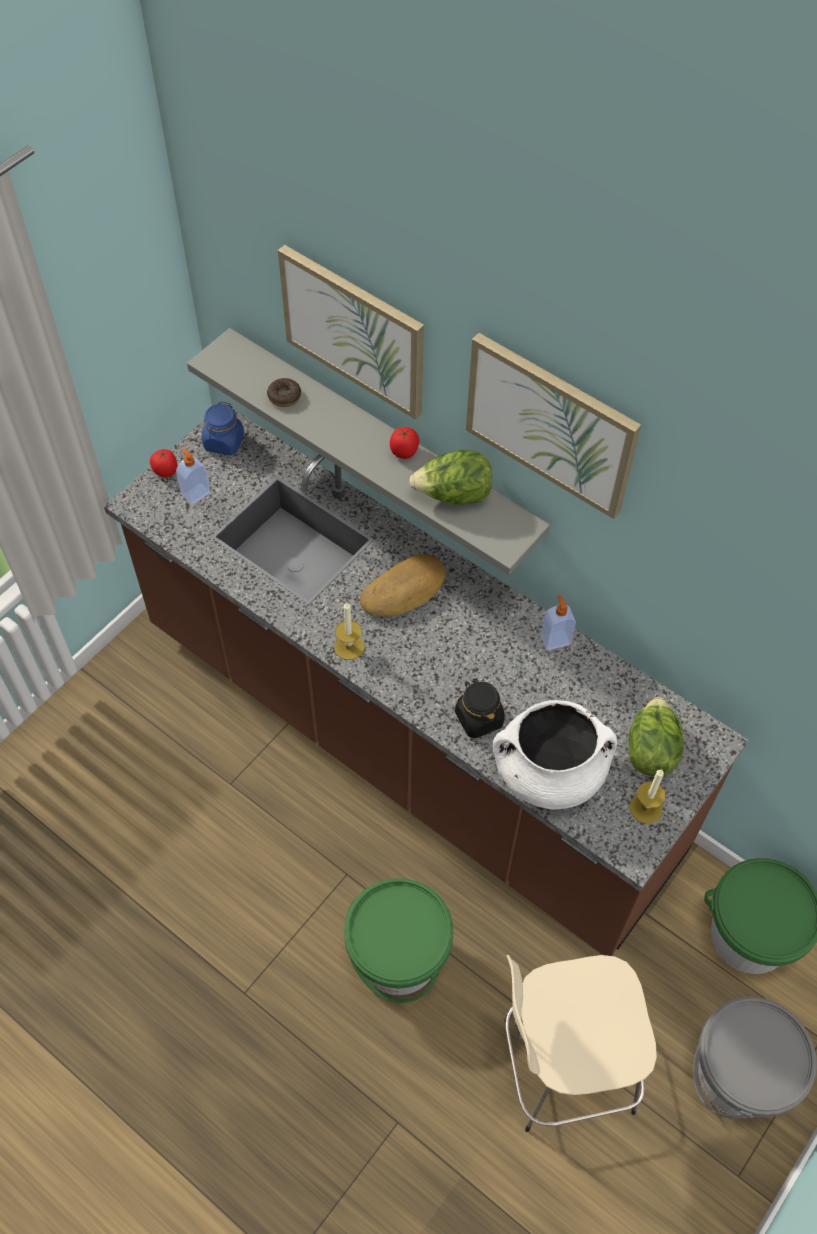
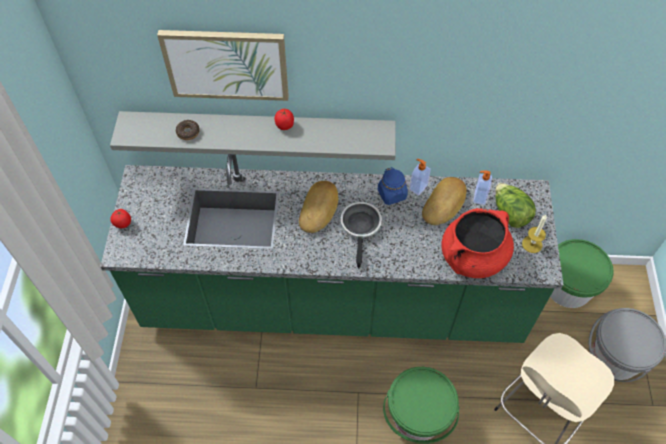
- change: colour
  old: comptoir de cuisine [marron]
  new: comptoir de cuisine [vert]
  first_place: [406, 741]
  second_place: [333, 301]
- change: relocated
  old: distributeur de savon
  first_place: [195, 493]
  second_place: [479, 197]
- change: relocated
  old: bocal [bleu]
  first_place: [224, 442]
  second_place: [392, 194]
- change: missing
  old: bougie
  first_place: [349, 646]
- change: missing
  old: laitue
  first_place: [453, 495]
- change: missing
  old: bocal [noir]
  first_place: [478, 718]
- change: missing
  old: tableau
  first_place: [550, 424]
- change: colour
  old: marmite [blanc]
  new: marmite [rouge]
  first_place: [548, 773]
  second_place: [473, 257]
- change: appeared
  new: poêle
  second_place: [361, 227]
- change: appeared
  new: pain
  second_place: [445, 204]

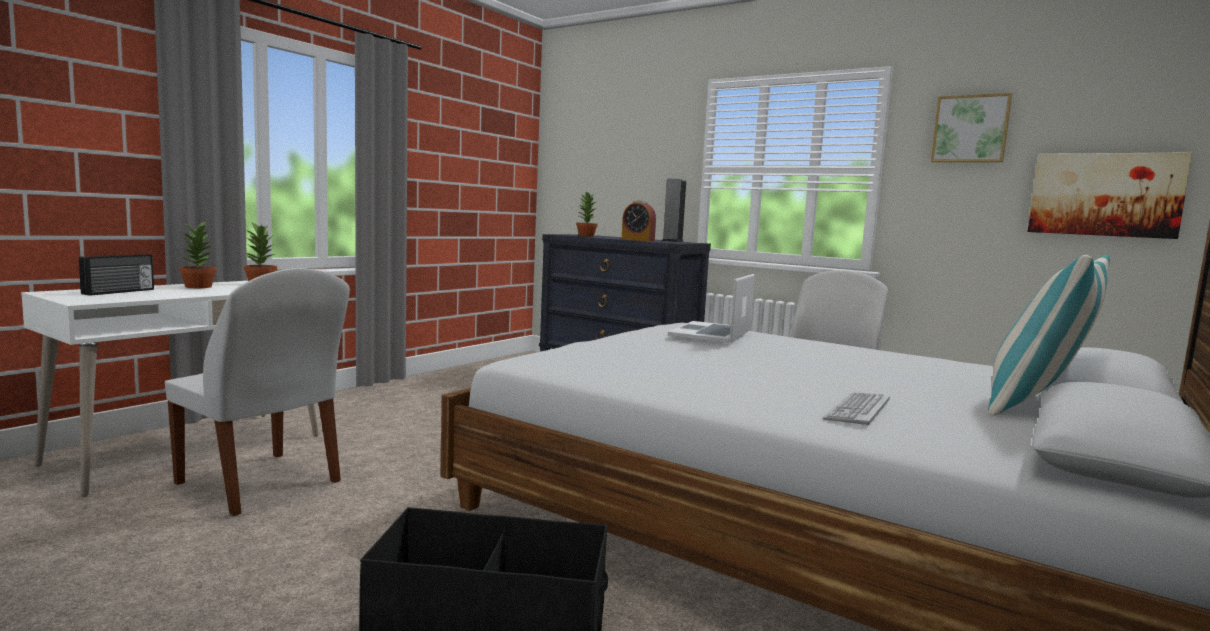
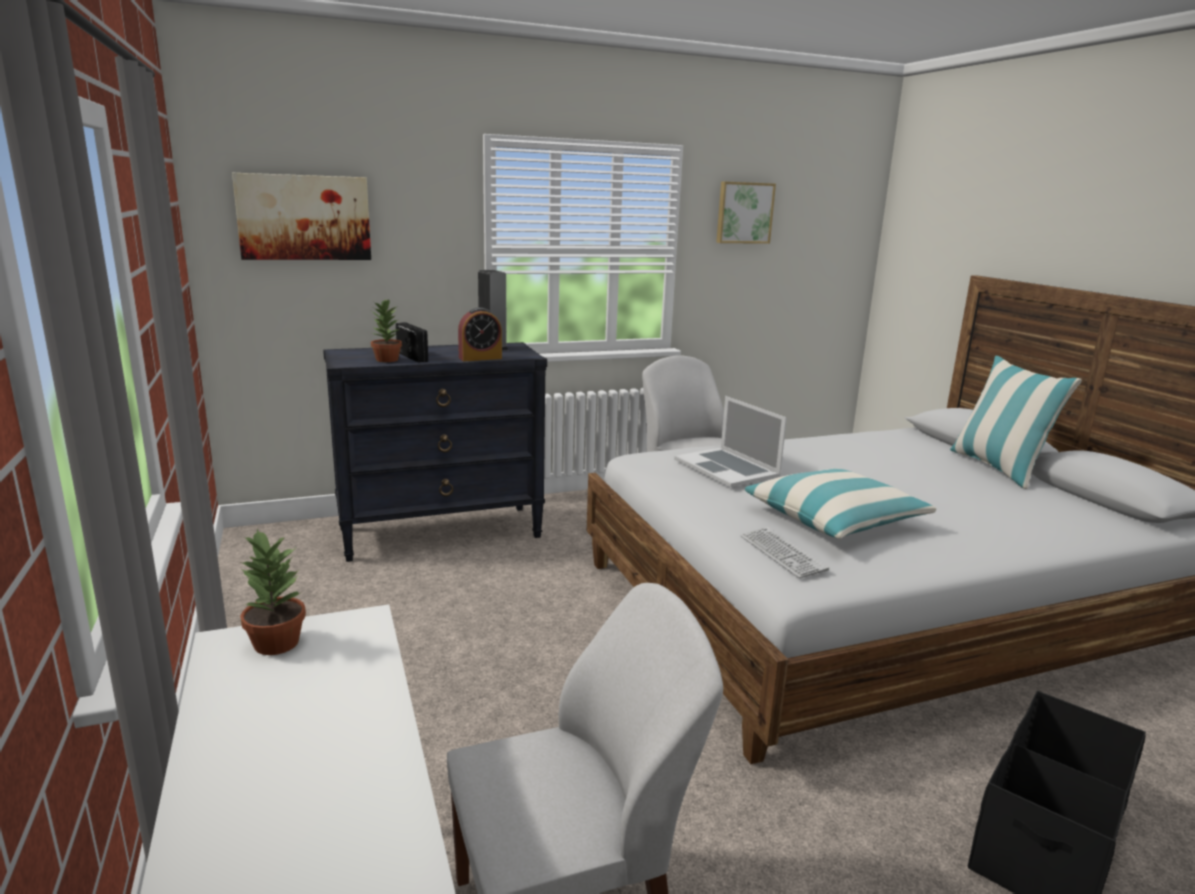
- change: relocated
  old: radio
  first_place: [119, 292]
  second_place: [413, 356]
- change: missing
  old: plante en pot
  first_place: [199, 287]
- change: relocated
  old: clavier
  first_place: [857, 410]
  second_place: [782, 553]
- change: relocated
  old: tableau
  first_place: [1104, 194]
  second_place: [304, 217]
- change: appeared
  new: coussin
  second_place: [834, 520]

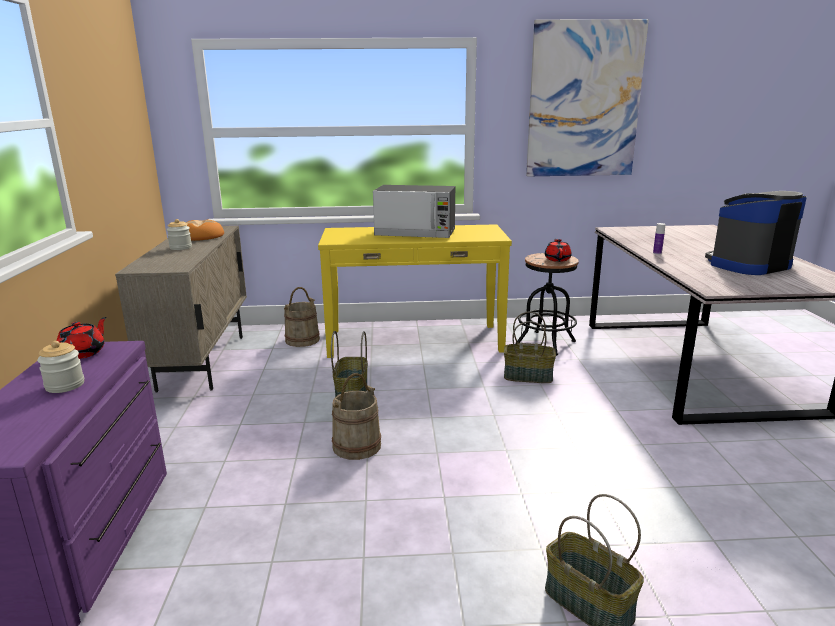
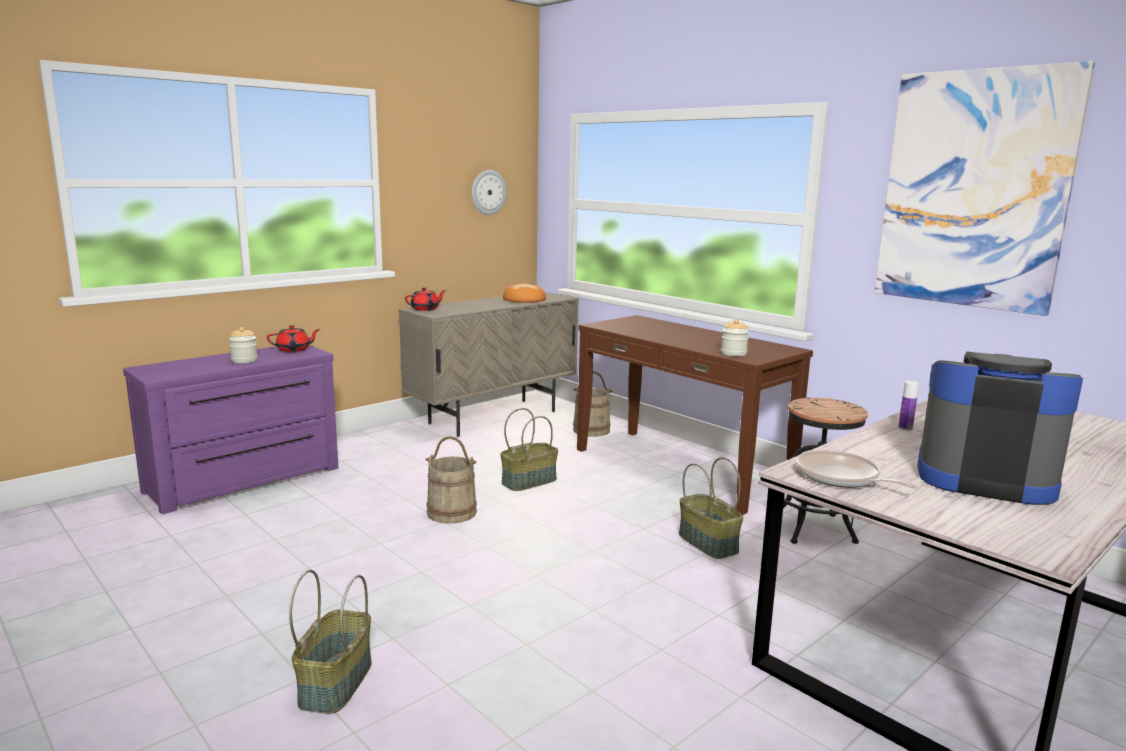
- change: relocated
  old: bocal
  first_place: [181, 247]
  second_place: [733, 353]
- change: colour
  old: table console [jaune]
  new: table console [marron]
  first_place: [414, 340]
  second_place: [681, 468]
- change: missing
  old: micro-ondes
  first_place: [416, 233]
- change: relocated
  old: théière [rouge]
  first_place: [557, 259]
  second_place: [425, 309]
- change: appeared
  new: horloge murale
  second_place: [488, 192]
- change: appeared
  new: poêle
  second_place: [841, 477]

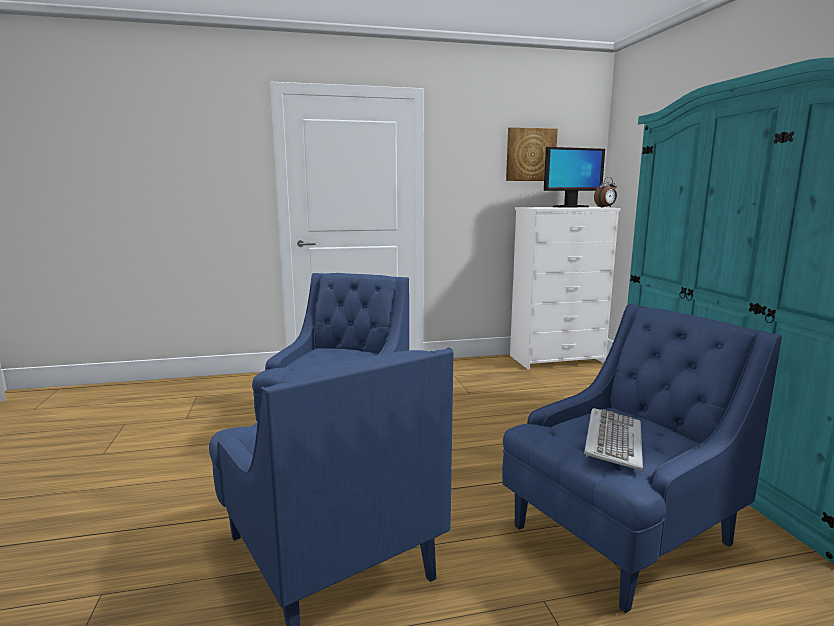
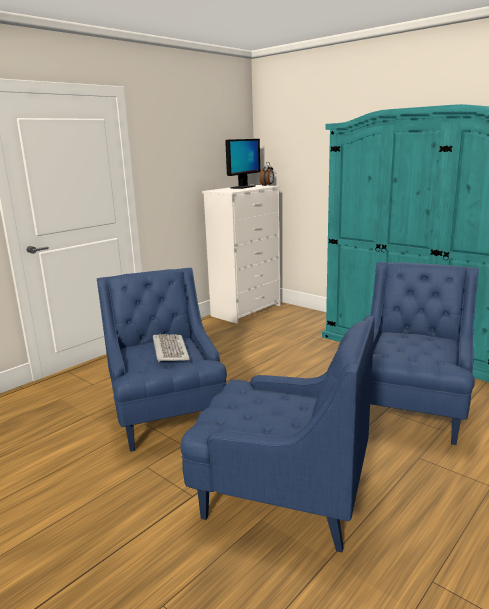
- change: missing
  old: tableau
  first_place: [530, 155]
- change: relocated
  old: clavier
  first_place: [612, 441]
  second_place: [169, 350]

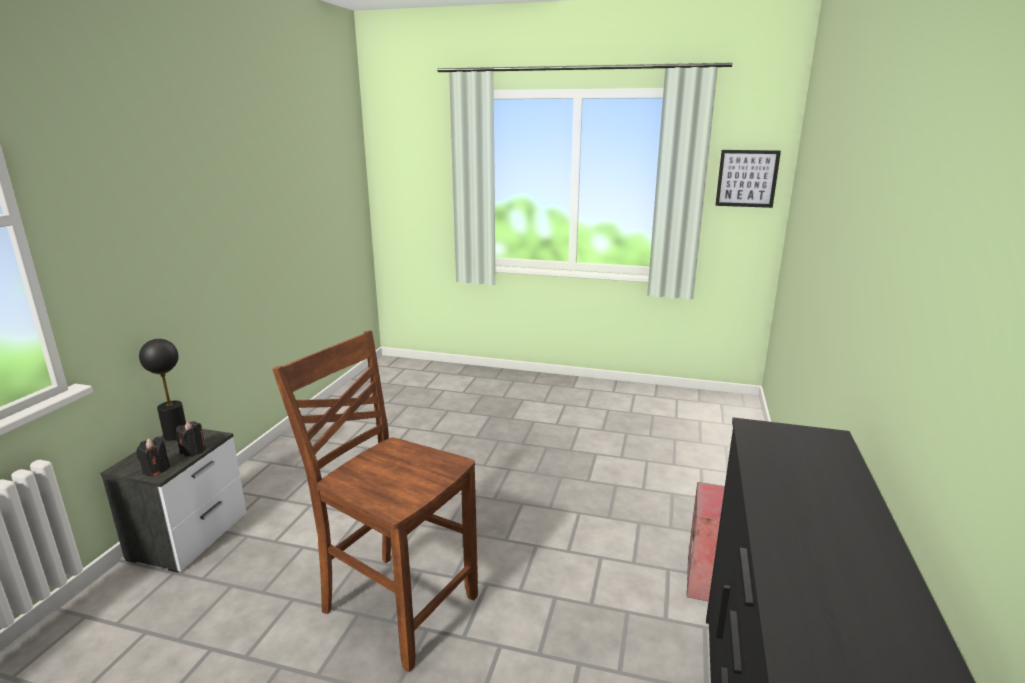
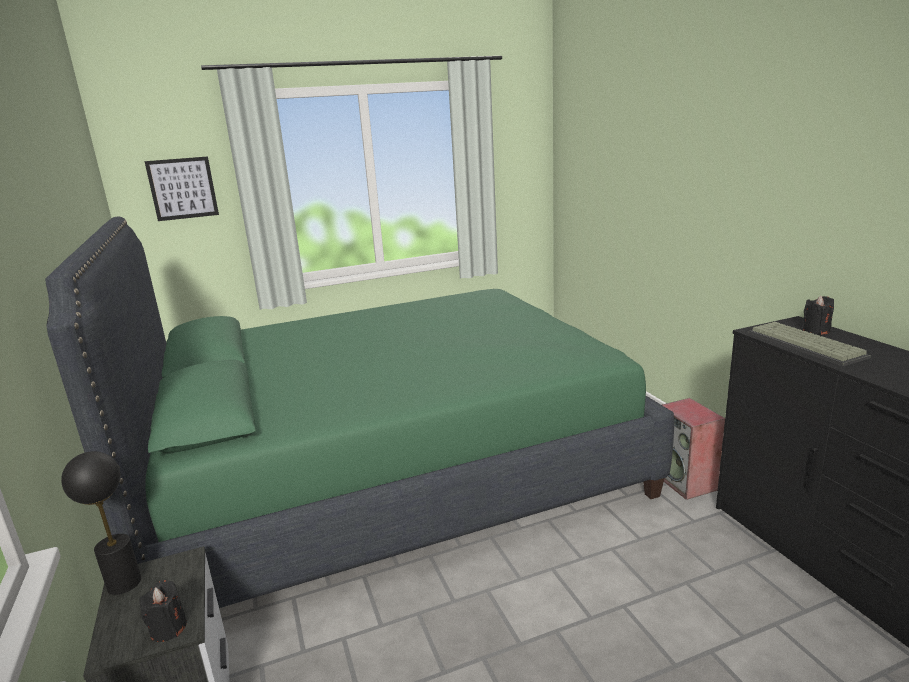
- change: relocated
  old: bougie [noir]
  first_place: [193, 451]
  second_place: [816, 330]
- change: missing
  old: chaise [marron]
  first_place: [397, 604]
- change: relocated
  old: tableau
  first_place: [747, 178]
  second_place: [182, 188]
- change: appeared
  new: lit [vert]
  second_place: [390, 472]
- change: appeared
  new: clavier
  second_place: [807, 345]

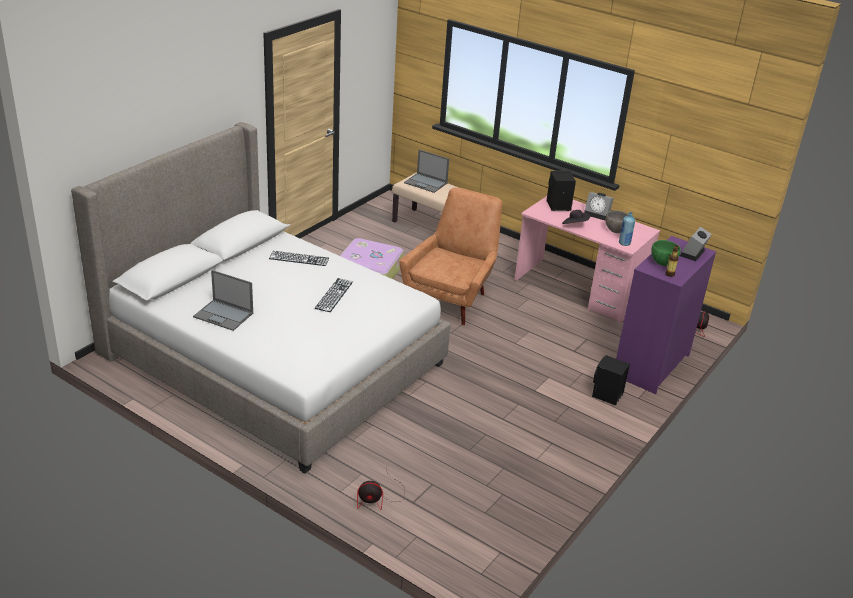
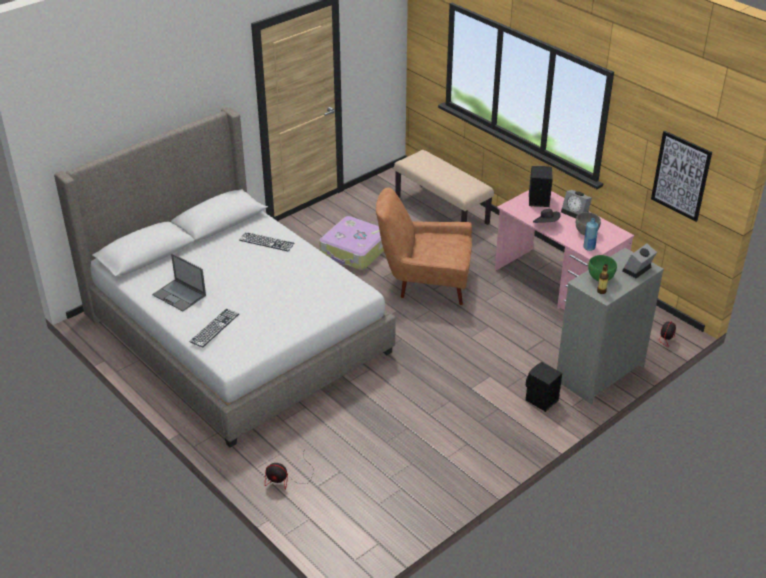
- change: relocated
  old: clavier
  first_place: [334, 295]
  second_place: [214, 328]
- change: spun
  old: fauteuil [marron]
  first_place: [452, 297]
  second_place: [425, 283]
  degrees: -120
- change: missing
  old: ordinateur portable
  first_place: [426, 183]
- change: colour
  old: commode [violet]
  new: commode [gris]
  first_place: [650, 365]
  second_place: [599, 373]
- change: appeared
  new: tableau
  second_place: [681, 176]

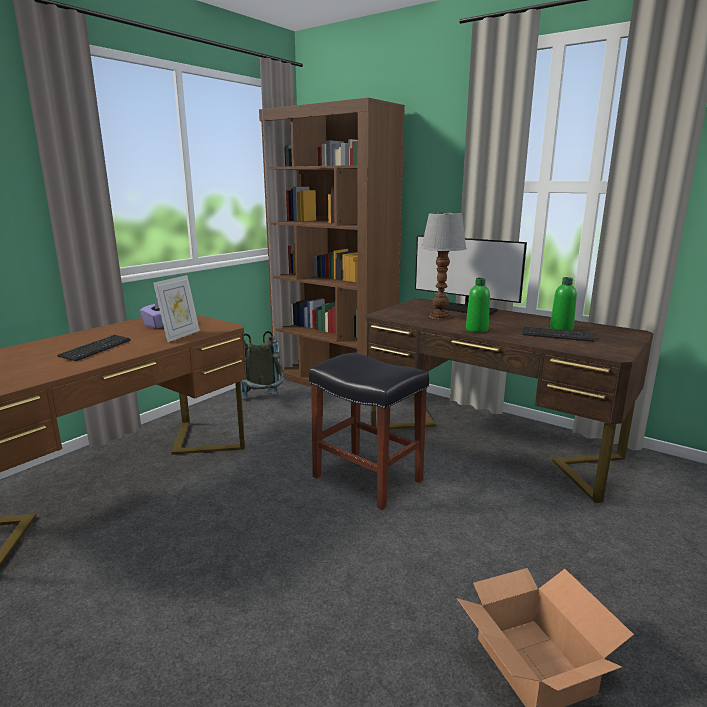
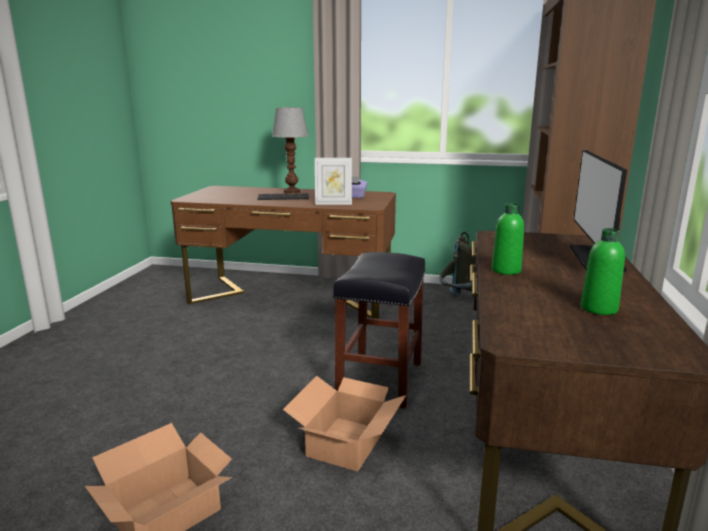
- change: relocated
  old: lampe de table
  first_place: [440, 316]
  second_place: [292, 192]
- change: missing
  old: clavier
  first_place: [557, 335]
- change: appeared
  new: carton
  second_place: [347, 442]

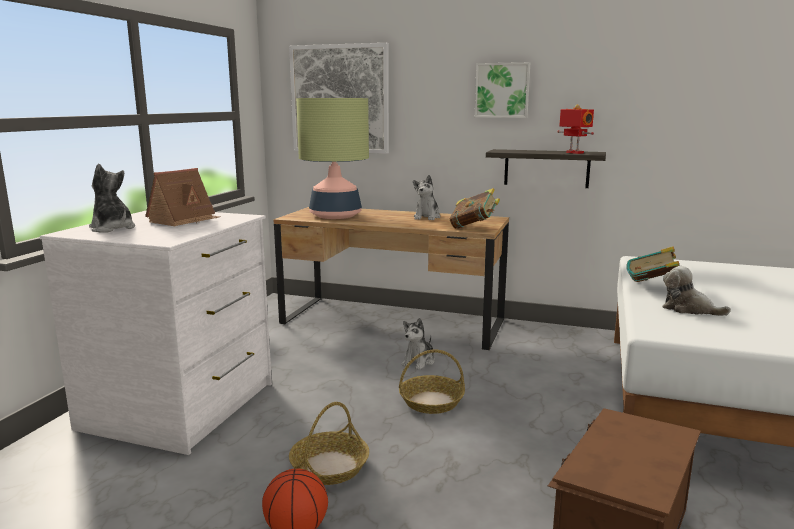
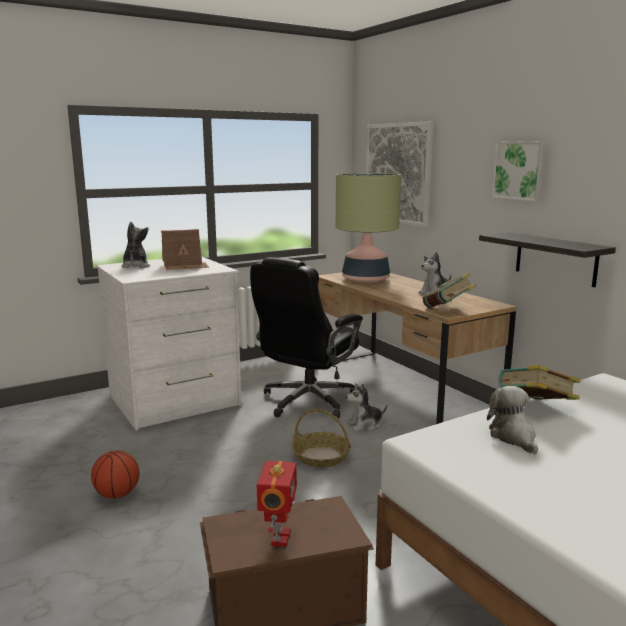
- change: missing
  old: panier
  first_place: [329, 466]
- change: relocated
  old: robot jouet
  first_place: [574, 153]
  second_place: [278, 538]
- change: appeared
  new: chaise de bureau [noir]
  second_place: [307, 401]

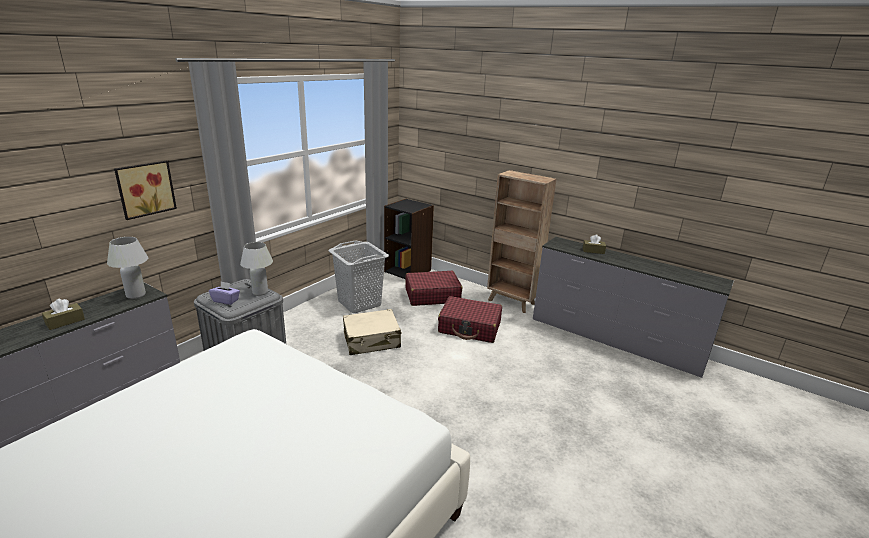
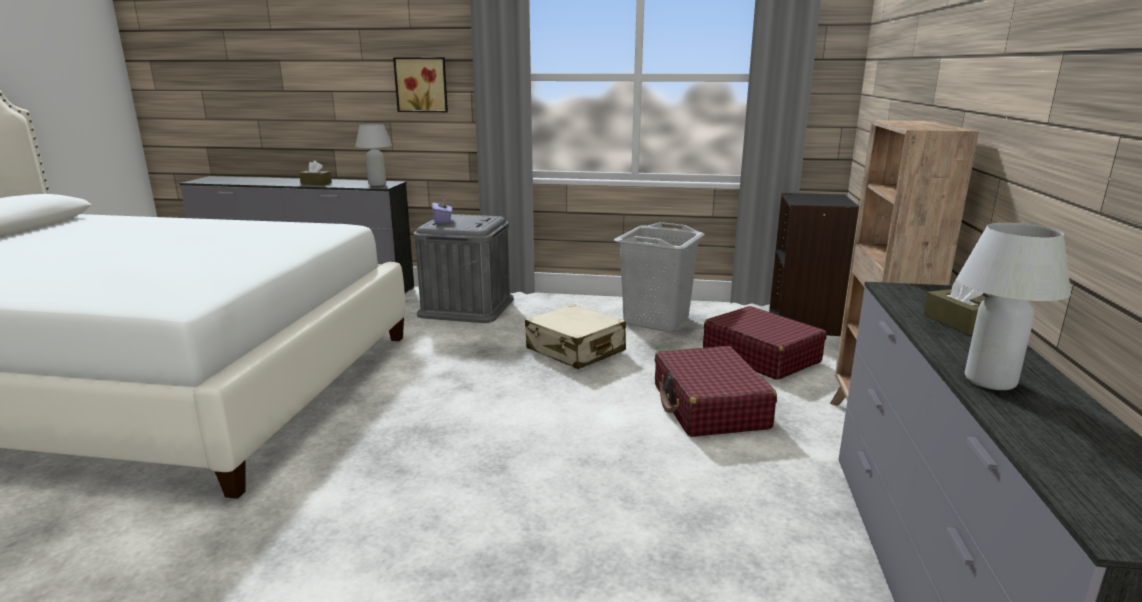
- change: relocated
  old: lampe de table [blanc]
  first_place: [260, 292]
  second_place: [989, 381]

